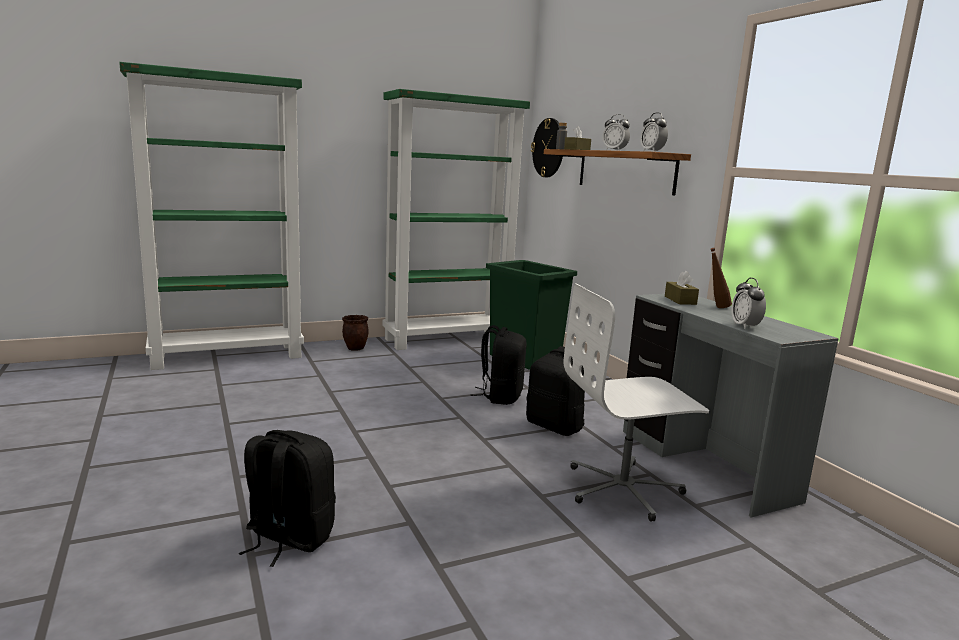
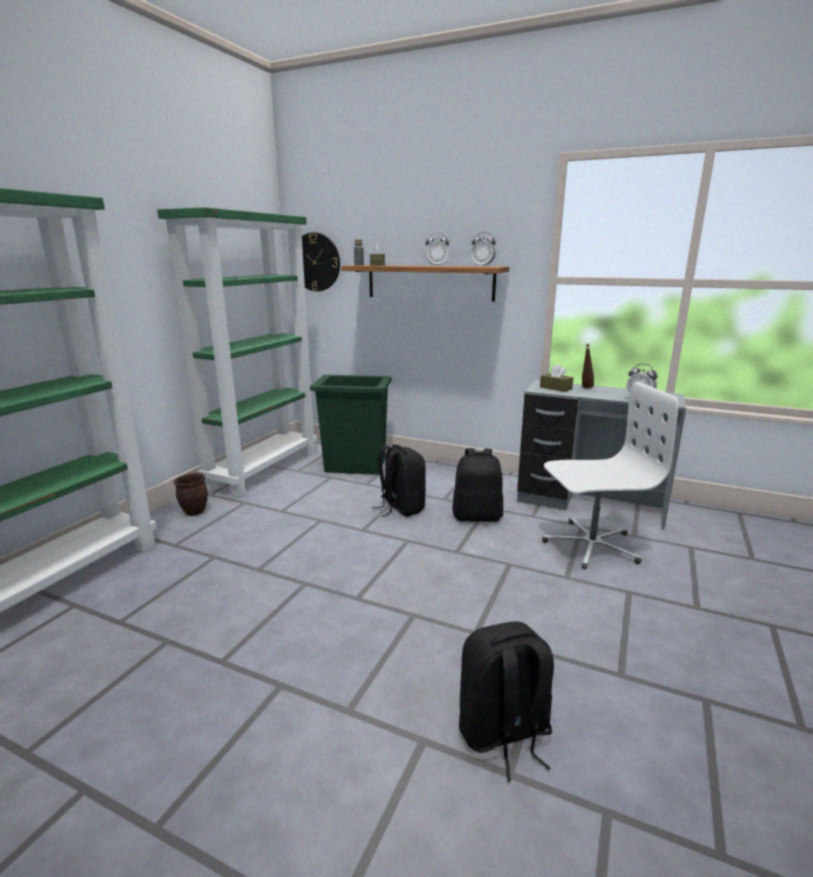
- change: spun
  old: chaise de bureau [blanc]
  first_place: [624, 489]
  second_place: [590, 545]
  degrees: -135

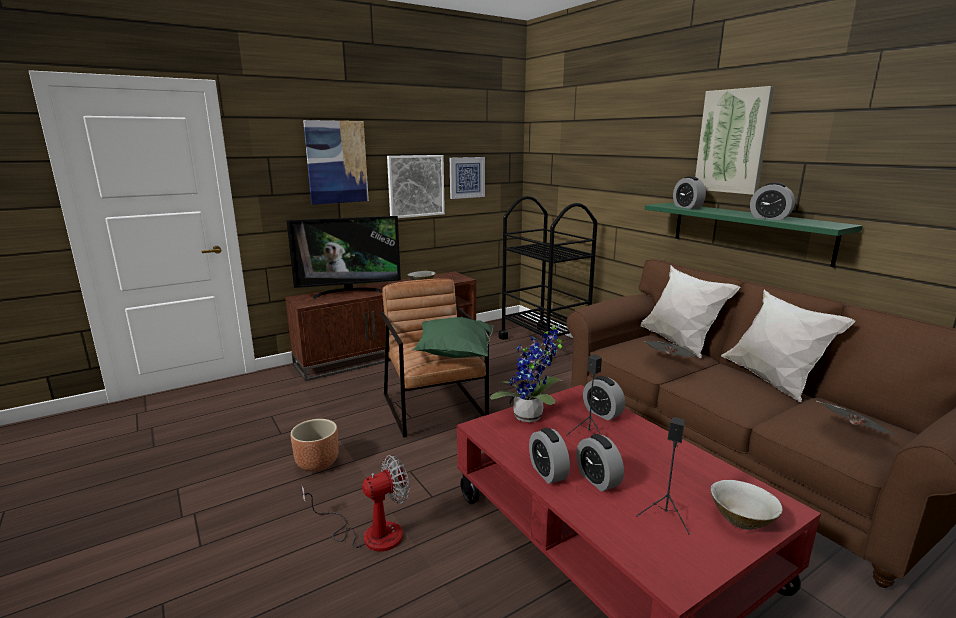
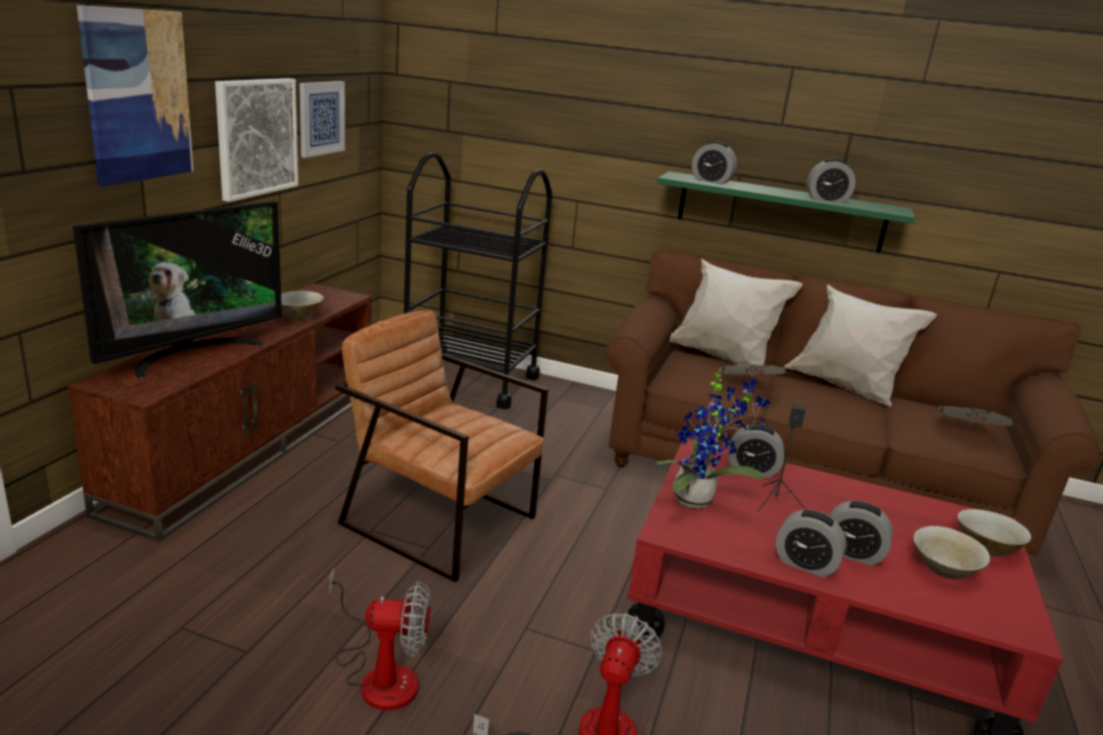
- change: exchanged
  old: cache-pot [marron]
  new: ventilateur
  first_place: [317, 463]
  second_place: [380, 674]
- change: missing
  old: coussin [vert]
  first_place: [455, 356]
- change: exchanged
  old: enceinte [noir]
  new: bol [beige]
  first_place: [666, 516]
  second_place: [943, 569]
- change: missing
  old: tableau
  first_place: [732, 141]

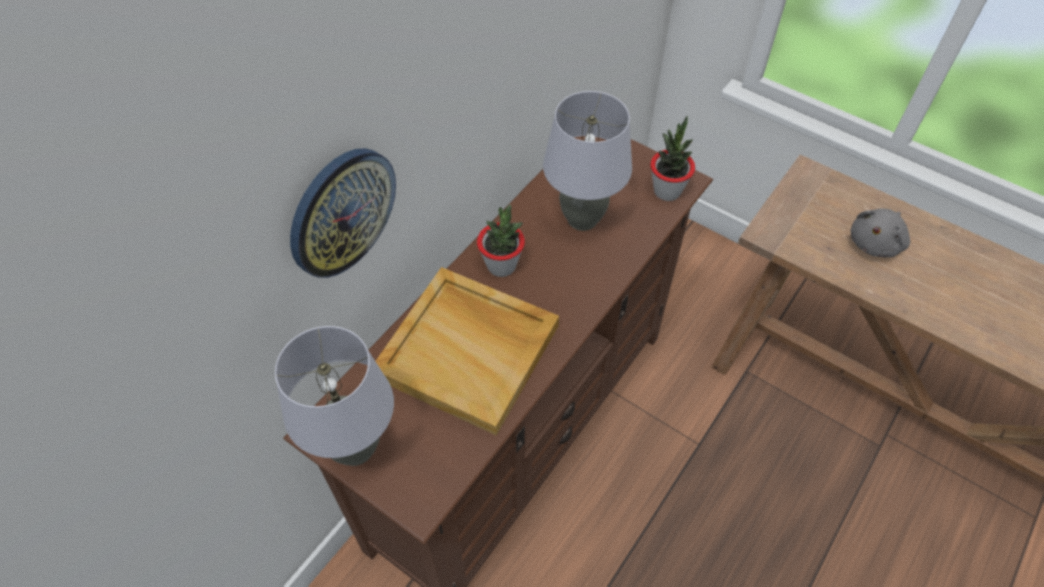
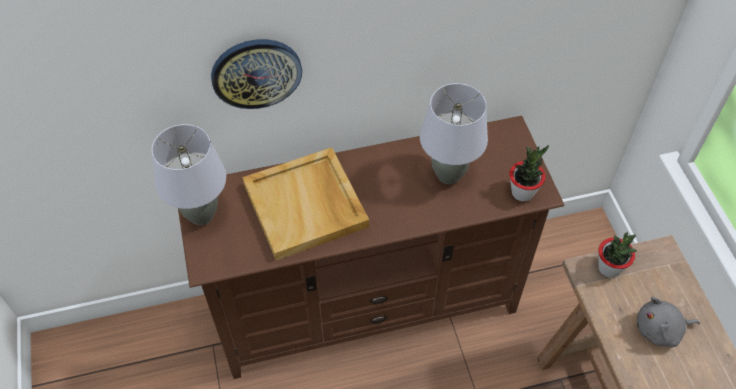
- change: relocated
  old: plante en pot
  first_place: [501, 266]
  second_place: [609, 268]

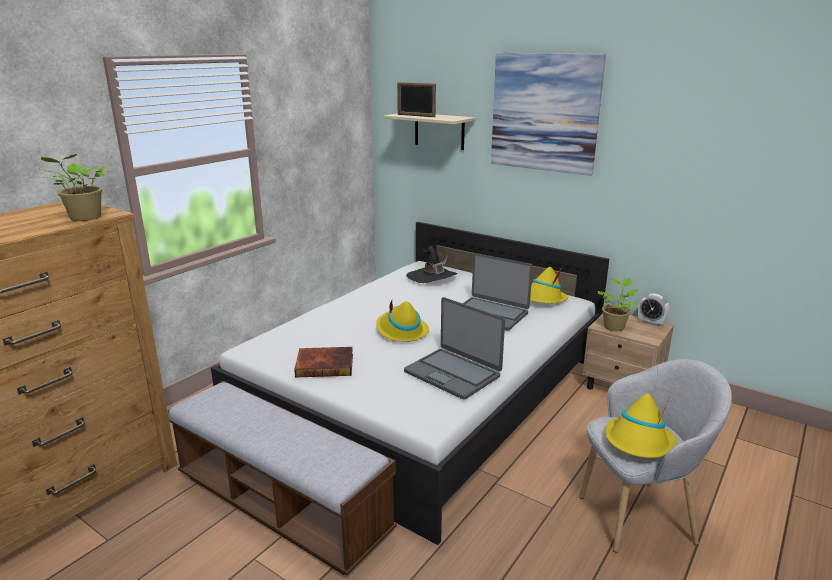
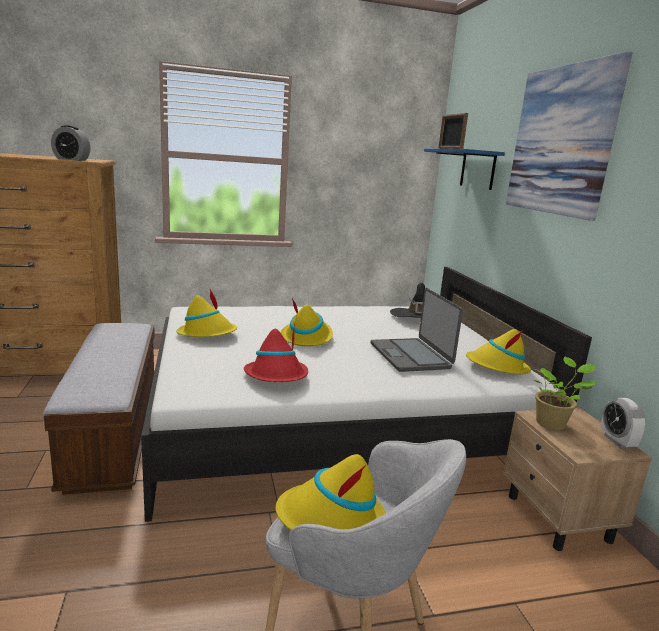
- change: exchanged
  old: plante en pot
  new: réveil
  first_place: [84, 218]
  second_place: [71, 159]
- change: exchanged
  old: livre
  new: chapeau [jaune]
  first_place: [325, 364]
  second_place: [207, 334]
- change: colour
  old: étagère [beige]
  new: étagère [bleu]
  first_place: [439, 131]
  second_place: [477, 169]
- change: exchanged
  old: ordinateur portable
  new: chapeau [rouge]
  first_place: [453, 373]
  second_place: [277, 376]

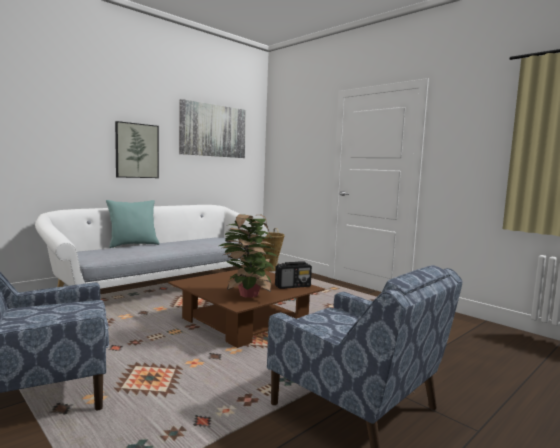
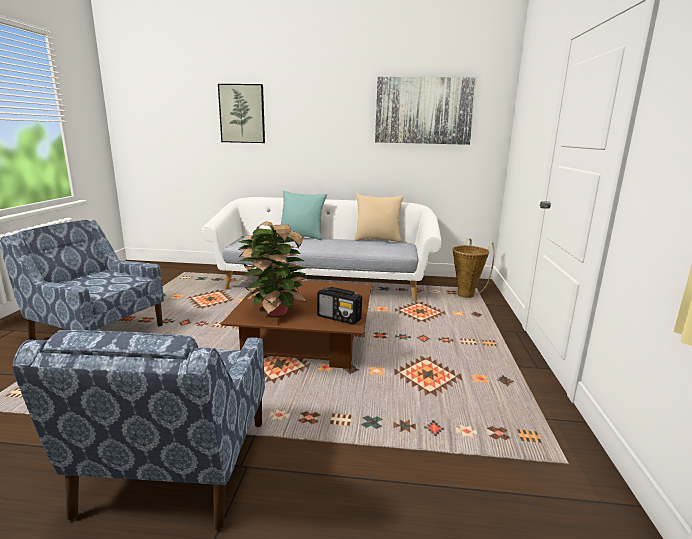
- change: relocated
  old: tableau
  first_place: [137, 150]
  second_place: [242, 113]
- change: appeared
  new: coussin [beige]
  second_place: [377, 240]

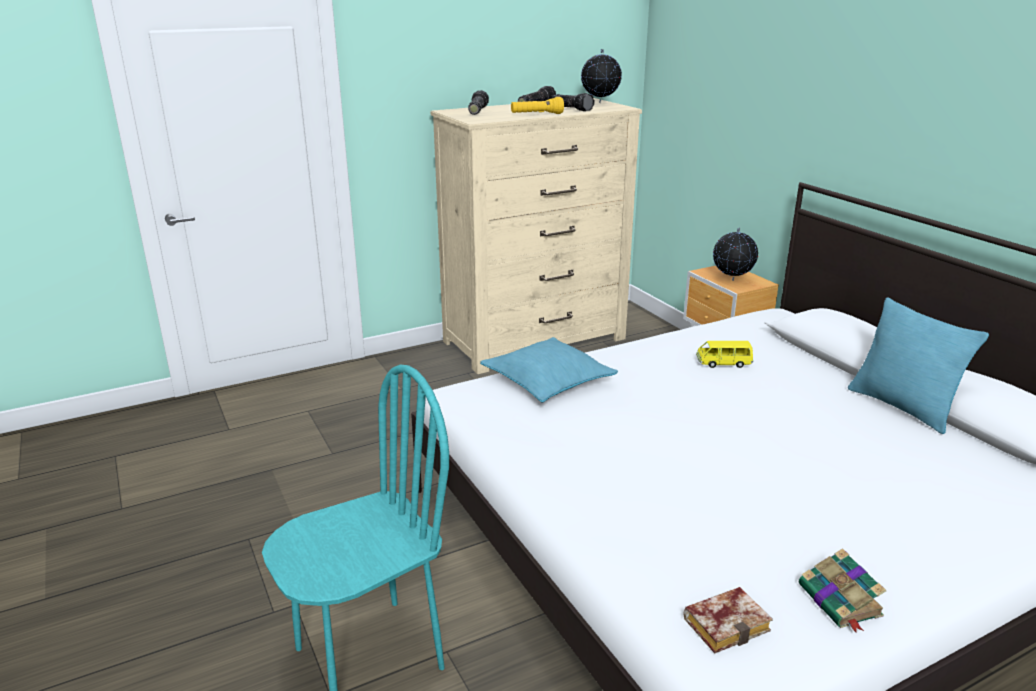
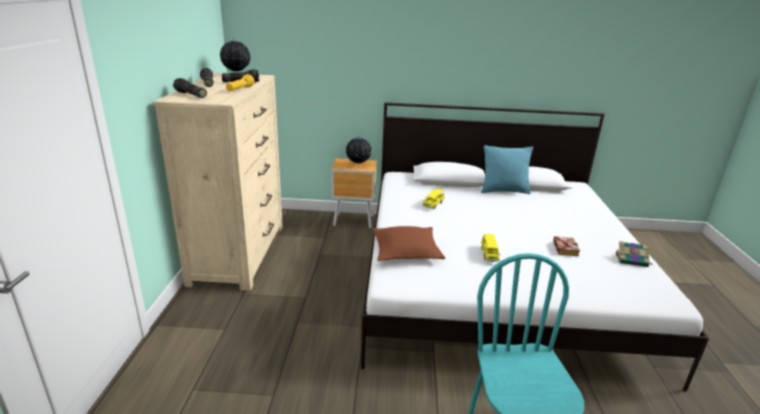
- change: colour
  old: coussin [turquoise]
  new: coussin [marron]
  first_place: [548, 381]
  second_place: [406, 251]
- change: relocated
  old: livre
  first_place: [727, 623]
  second_place: [564, 248]
- change: appeared
  new: petite voiture [jaune]
  second_place: [489, 254]

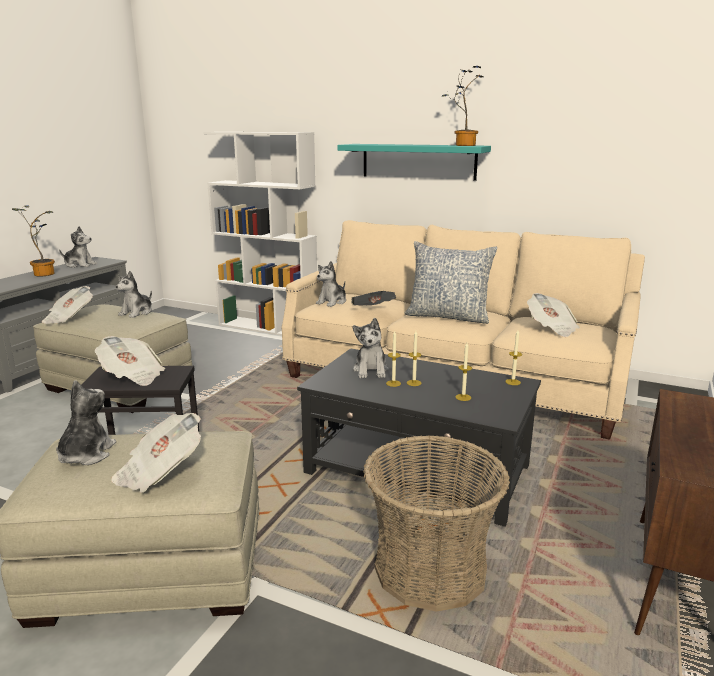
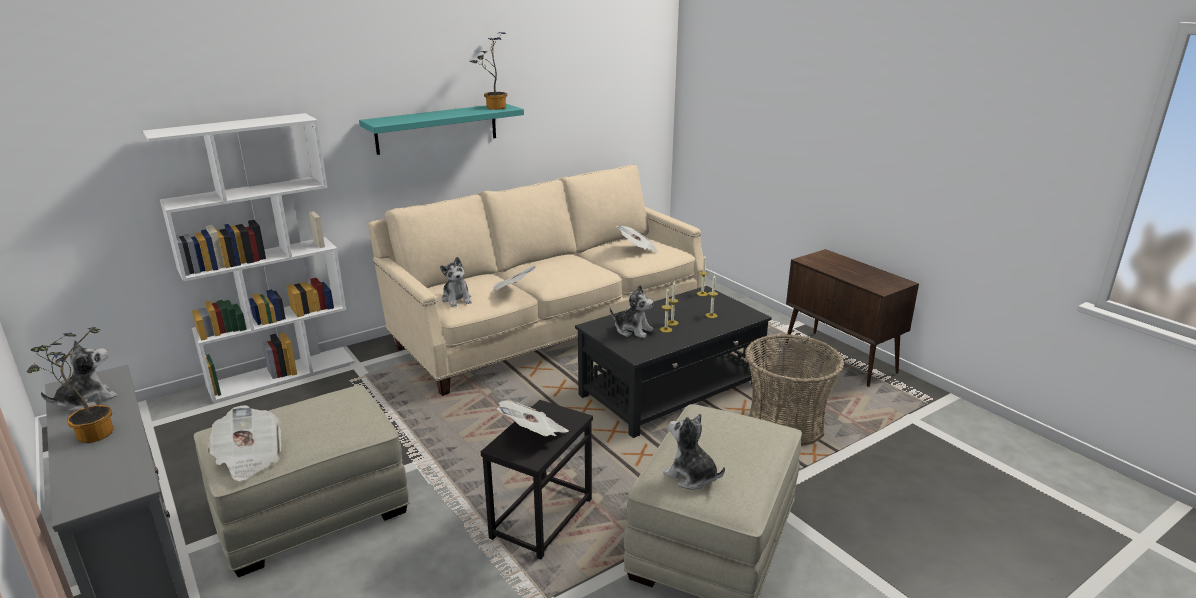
- change: missing
  old: journal
  first_place: [159, 472]
- change: missing
  old: peluche
  first_place: [137, 312]
- change: missing
  old: coussin
  first_place: [448, 316]

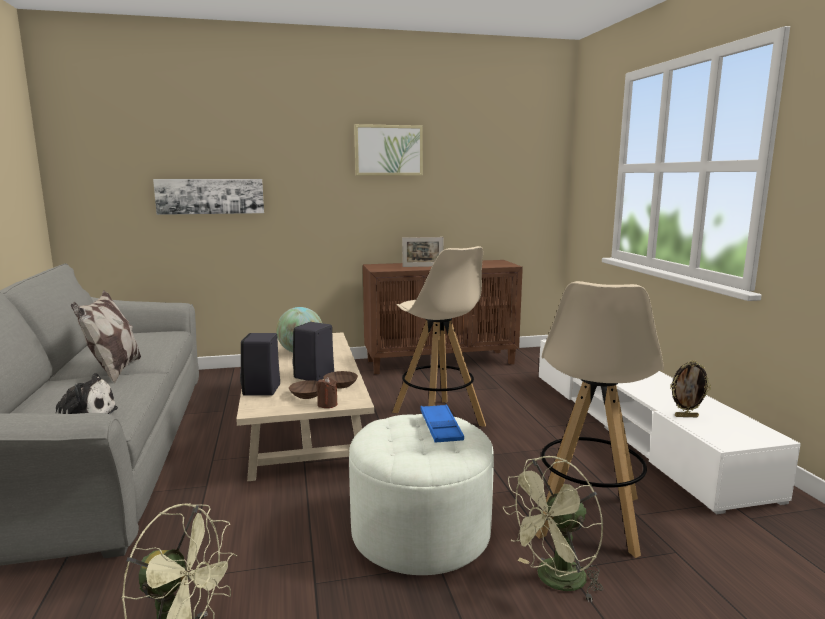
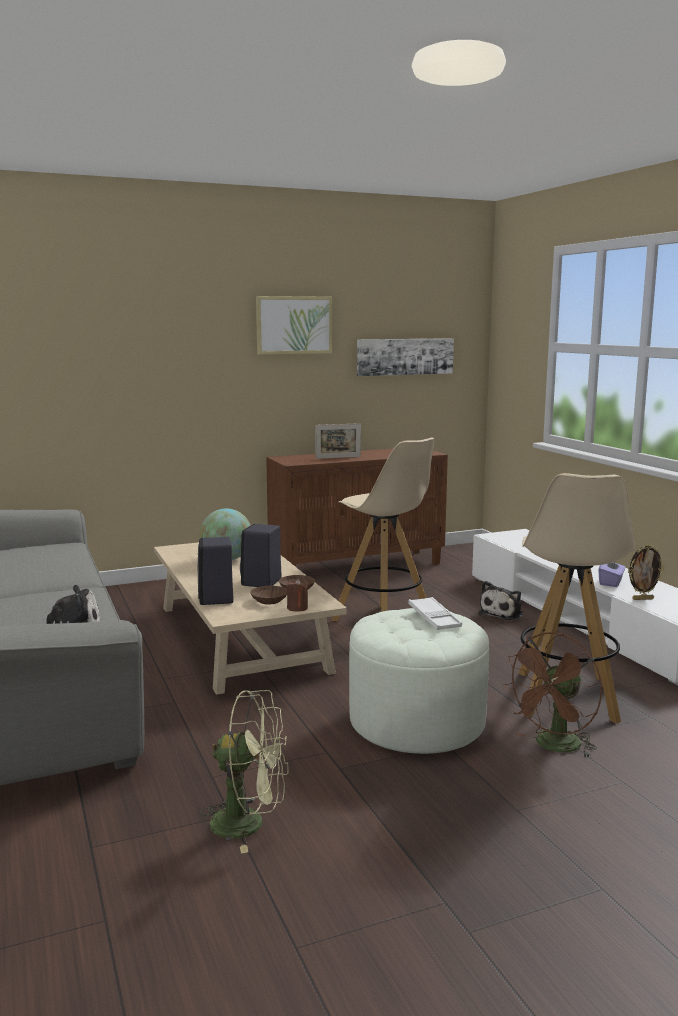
- change: missing
  old: coussin
  first_place: [114, 371]
- change: relocated
  old: tableau
  first_place: [210, 196]
  second_place: [404, 356]
- change: colour
  old: plateau [bleu]
  new: plateau [blanc]
  first_place: [441, 428]
  second_place: [434, 618]
- change: colour
  old: ventilateur [vert]
  new: ventilateur [marron]
  first_place: [555, 581]
  second_place: [554, 747]
- change: appeared
  new: peluche
  second_place: [502, 613]
- change: appeared
  new: boîte à mouchoirs [violet]
  second_place: [611, 582]

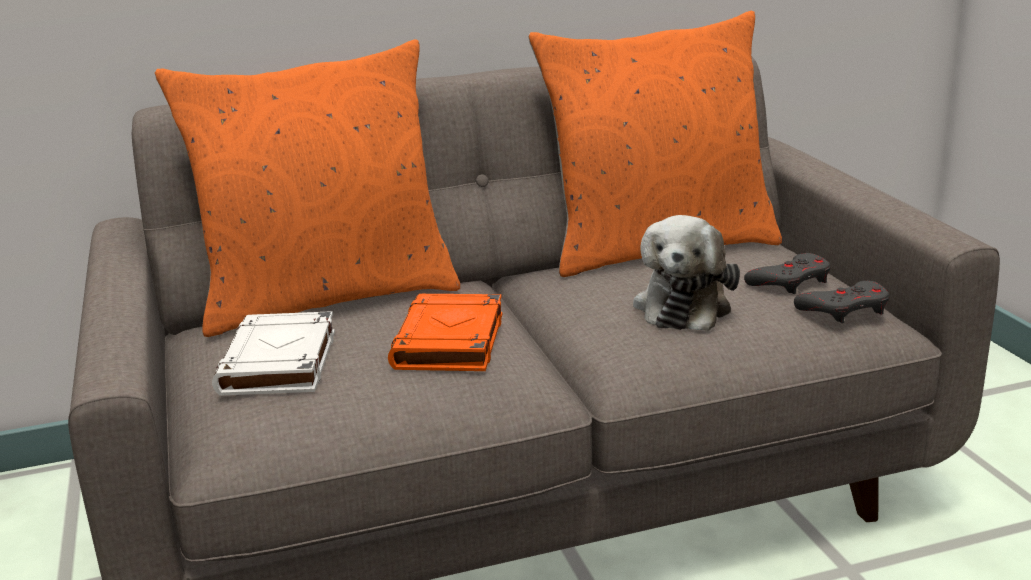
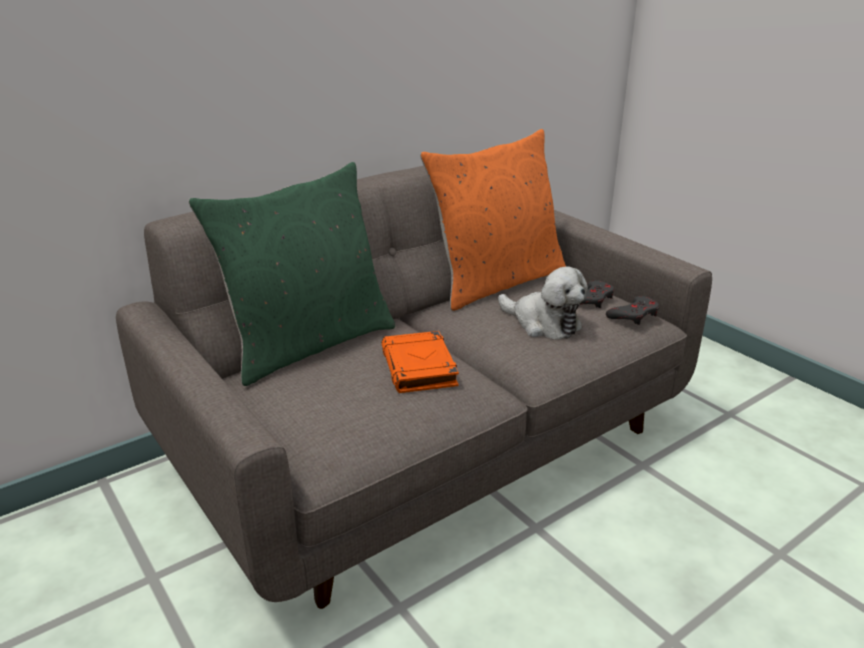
- change: colour
  old: coussin [orange]
  new: coussin [vert]
  first_place: [327, 297]
  second_place: [308, 344]
- change: missing
  old: livre [blanc]
  first_place: [279, 364]
- change: spun
  old: peluche
  first_place: [683, 306]
  second_place: [543, 323]
  degrees: -45

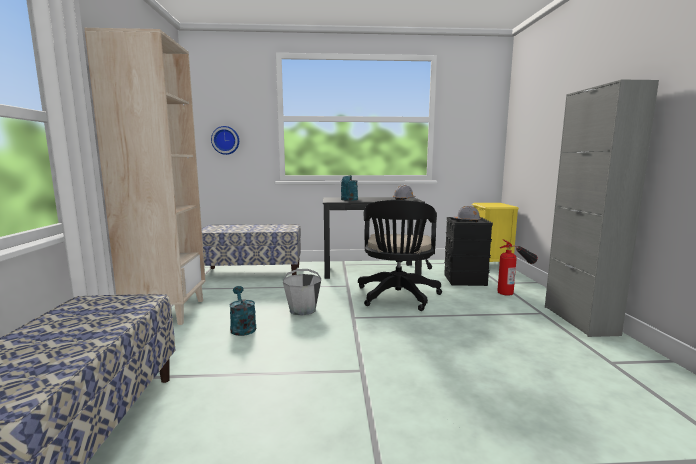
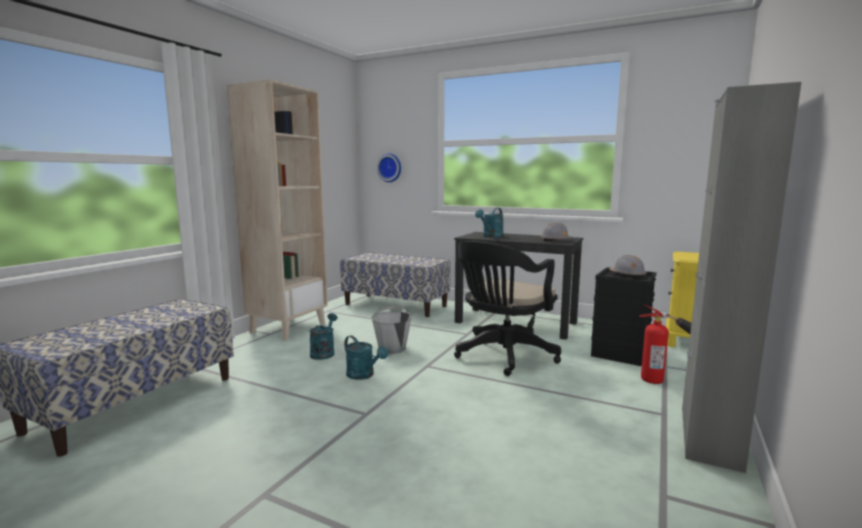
- change: appeared
  new: arrosoir [turquoise]
  second_place: [364, 375]

